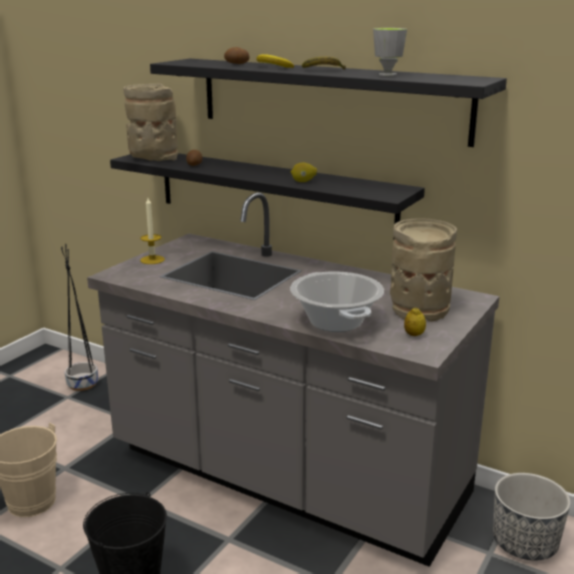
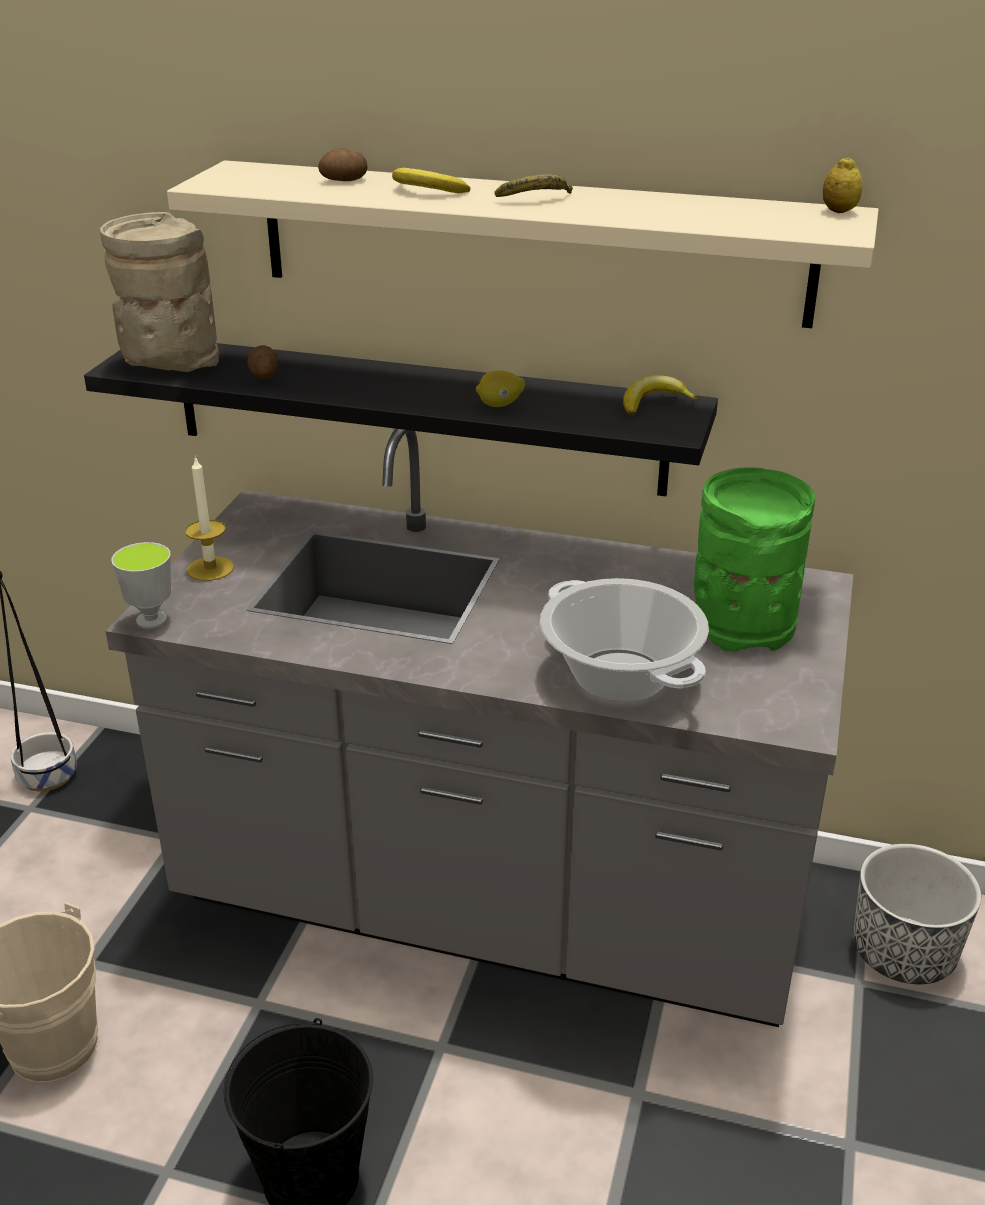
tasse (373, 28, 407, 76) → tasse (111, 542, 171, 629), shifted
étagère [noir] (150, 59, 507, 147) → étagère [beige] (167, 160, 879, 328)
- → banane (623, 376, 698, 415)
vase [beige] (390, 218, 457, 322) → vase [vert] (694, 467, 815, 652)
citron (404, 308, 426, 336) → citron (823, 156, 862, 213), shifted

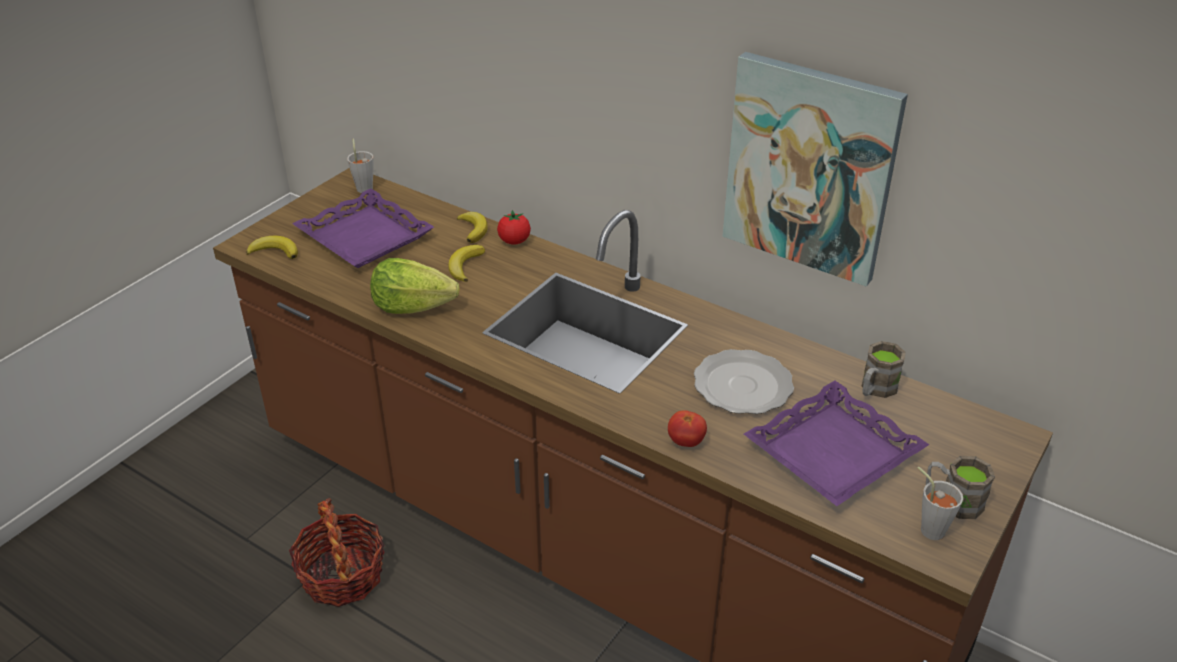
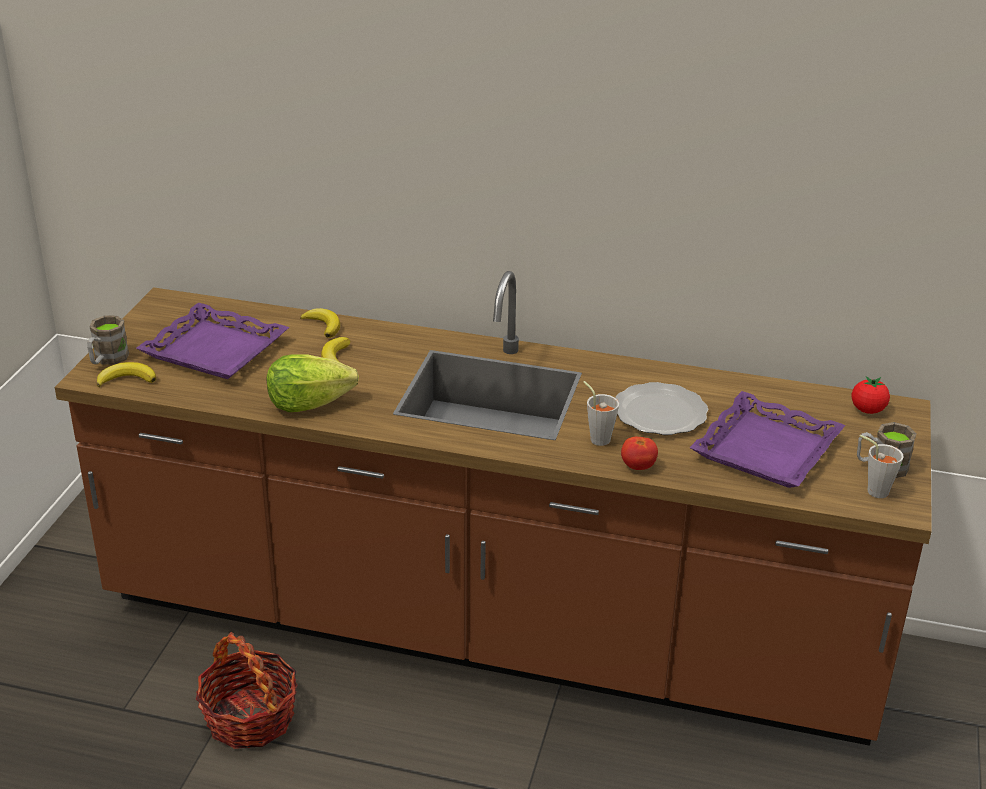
mug [marron] (861, 341, 906, 398) → mug [marron] (87, 316, 129, 365), shifted
tasse [gris] (347, 138, 374, 193) → tasse [gris] (583, 381, 619, 446), shifted
tomate (497, 210, 531, 245) → tomate (851, 376, 890, 414), shifted
tableau (723, 52, 908, 286) → -

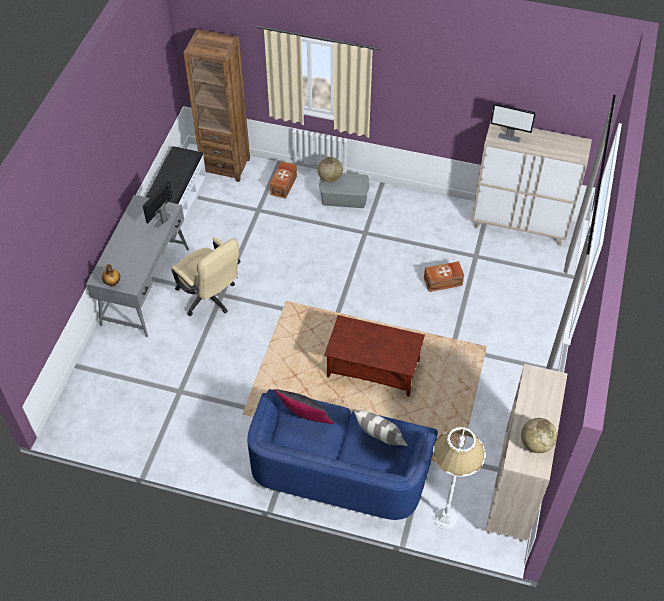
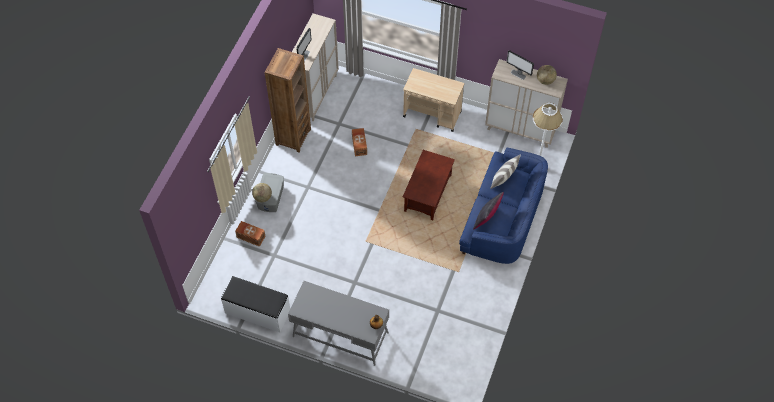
bibliothèque [marron] (184, 29, 250, 182) → bibliothèque [marron] (265, 48, 311, 152), shifted
- → chariot [beige] (403, 68, 465, 132)
écran d'ordinateur (143, 179, 172, 228) → écran d'ordinateur (507, 50, 534, 80), shifted
chaise de bureau [beige] (172, 237, 241, 316) → -

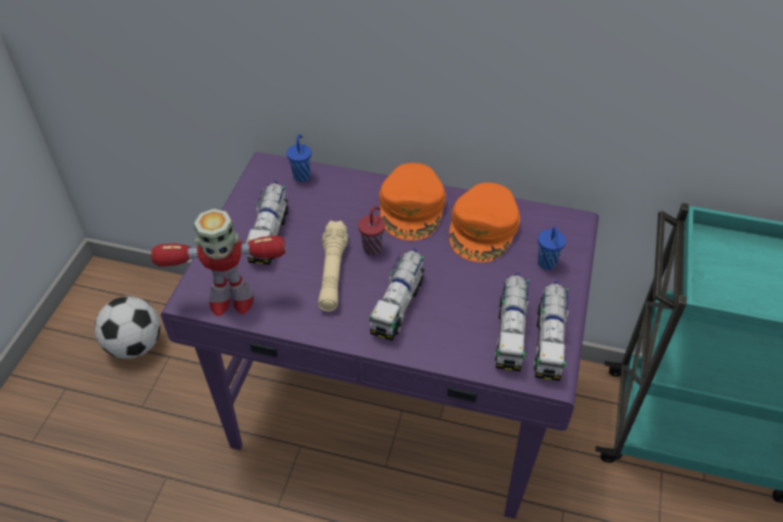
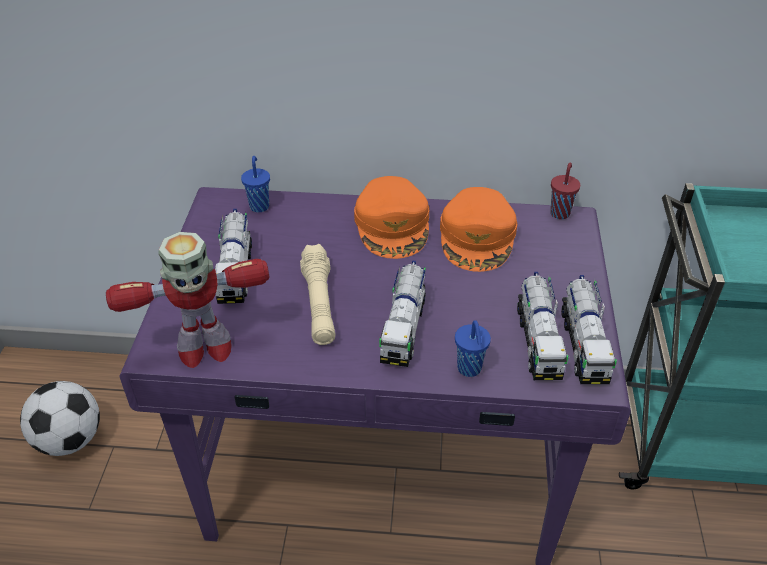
tasse [bleu] (537, 226, 566, 270) → tasse [bleu] (455, 320, 491, 377), shifted
tasse [rouge] (358, 206, 385, 255) → tasse [rouge] (550, 163, 580, 219), shifted

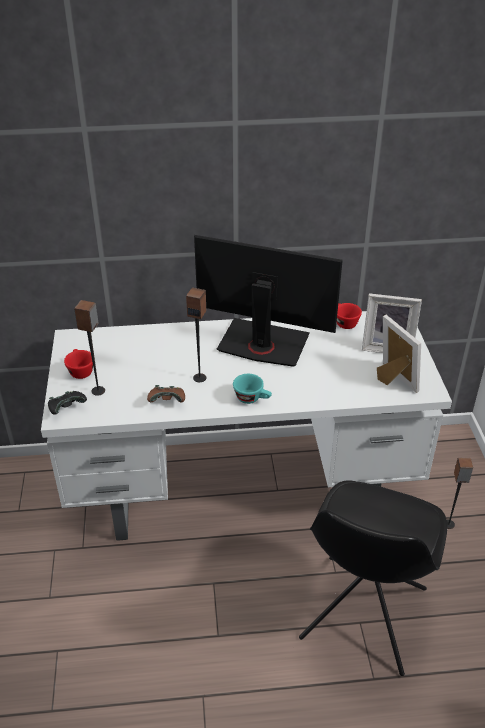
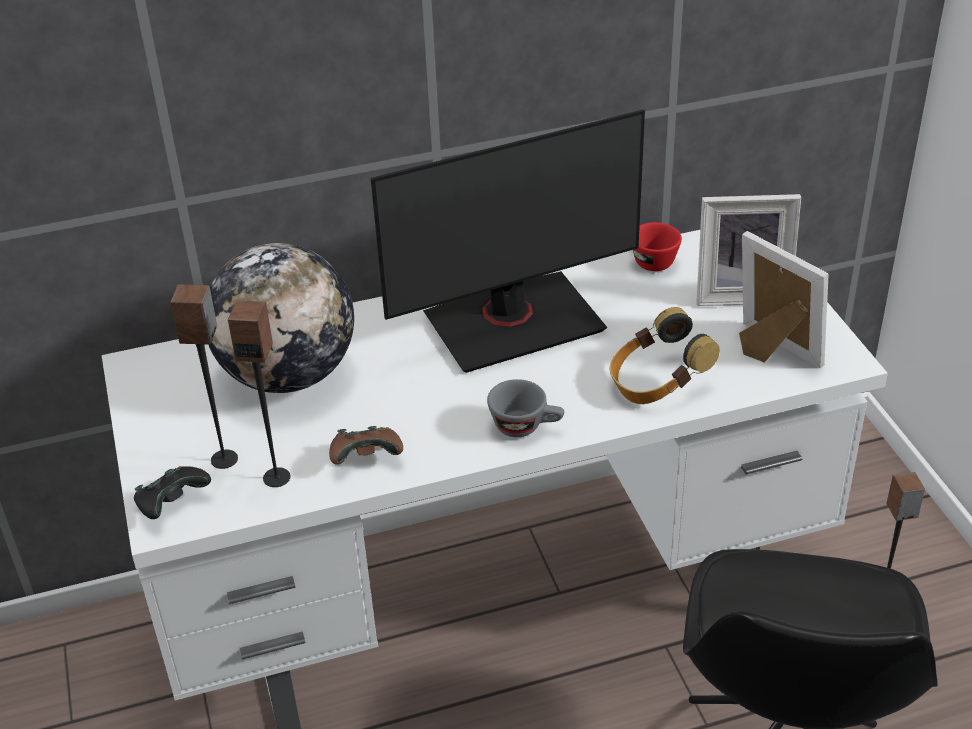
- → globe (208, 243, 354, 393)
enceinte (186, 287, 206, 382) → enceinte (228, 300, 291, 487), shifted
écran d'ordinateur (194, 235, 343, 367) → écran d'ordinateur (371, 109, 645, 373), 150 degrees clockwise
tasse [turquoise] (233, 374, 272, 404) → tasse [gris] (487, 379, 564, 437)
- → casque audio (610, 307, 720, 404)
tasse [rouge] (64, 349, 93, 379) → -

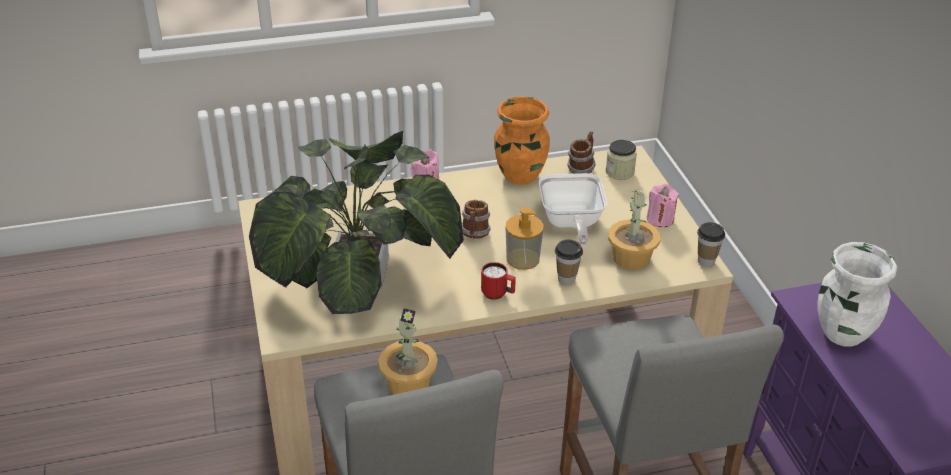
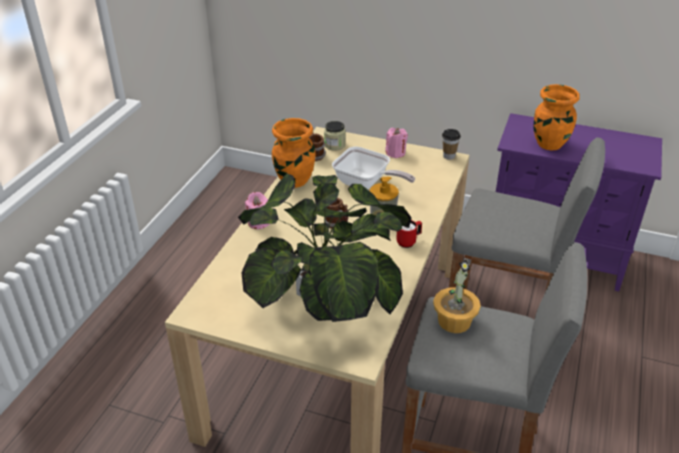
vase [blanc] (817, 242, 897, 347) → vase [orange] (534, 84, 580, 151)
tasse (555, 240, 583, 285) → -
plante en pot (608, 188, 661, 269) → -

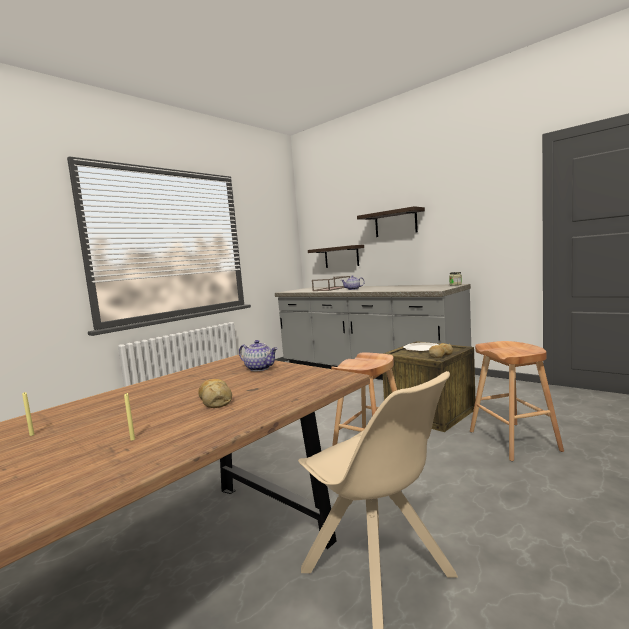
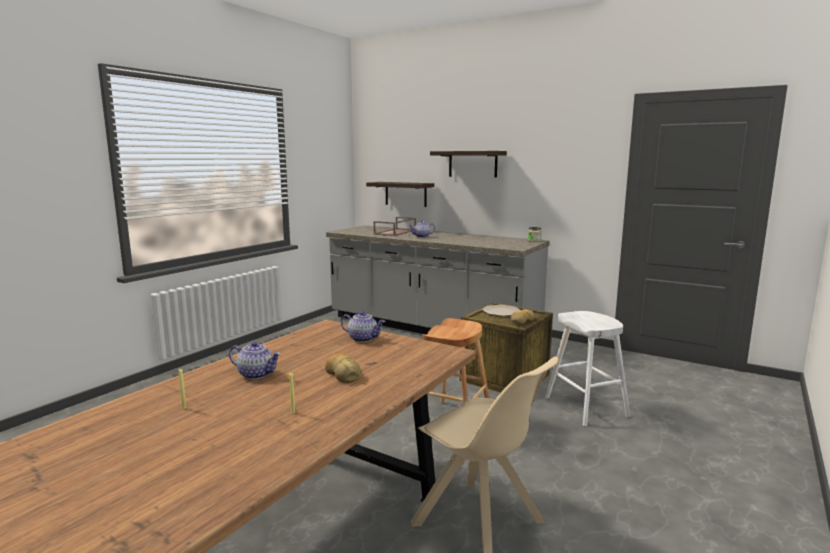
- → théière (229, 341, 281, 380)
tabouret [marron] (470, 341, 564, 461) → tabouret [blanc] (545, 311, 630, 426)

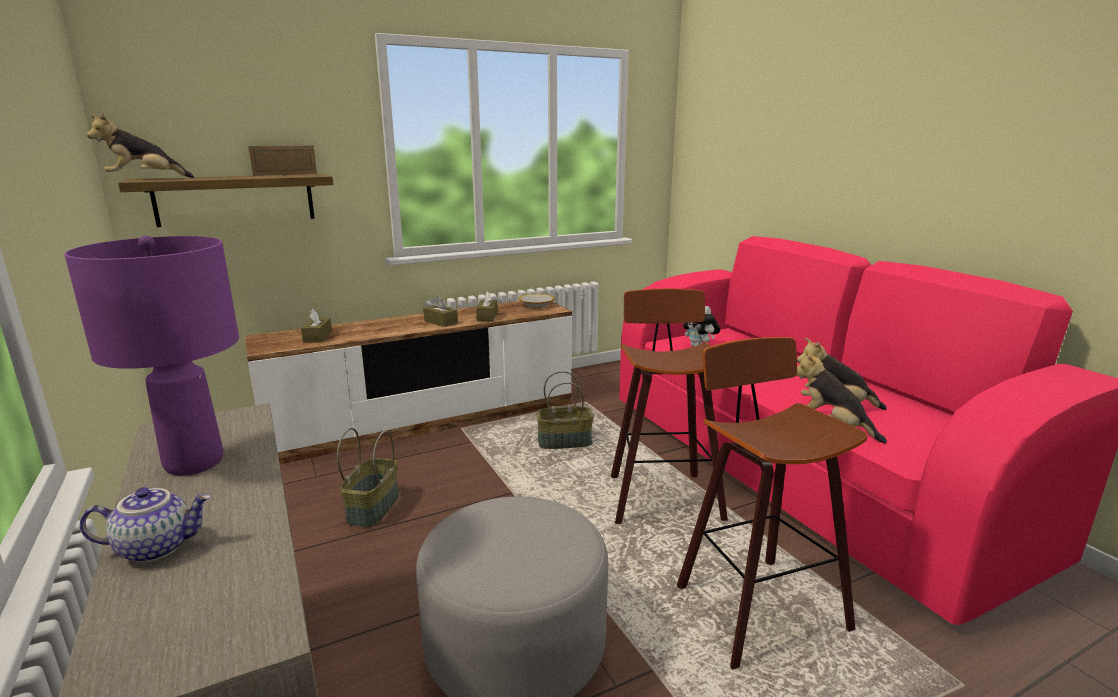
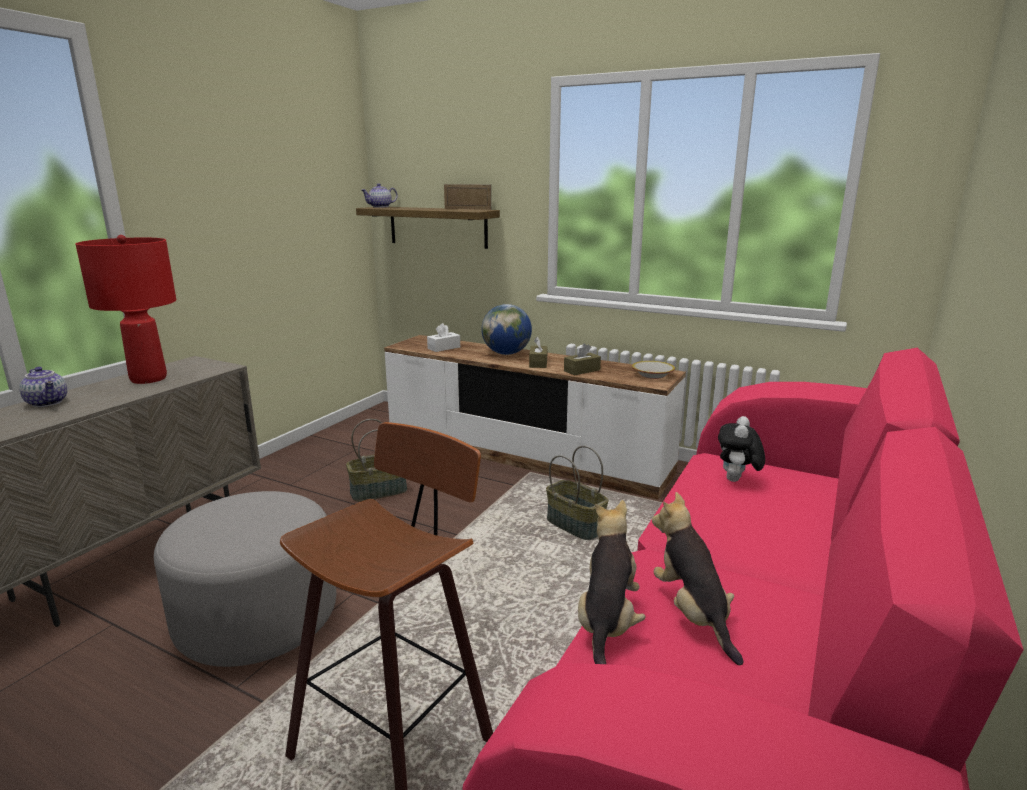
lampe de table [violet] (64, 236, 239, 476) → lampe de table [rouge] (76, 235, 176, 384)
peluche (87, 113, 194, 178) → théière (361, 183, 398, 208)
boîte à mouchoirs [marron] (301, 309, 332, 343) → boîte à mouchoirs [blanc] (427, 323, 460, 352)
- → globe (481, 304, 532, 355)
tabouret (611, 289, 728, 524) → -

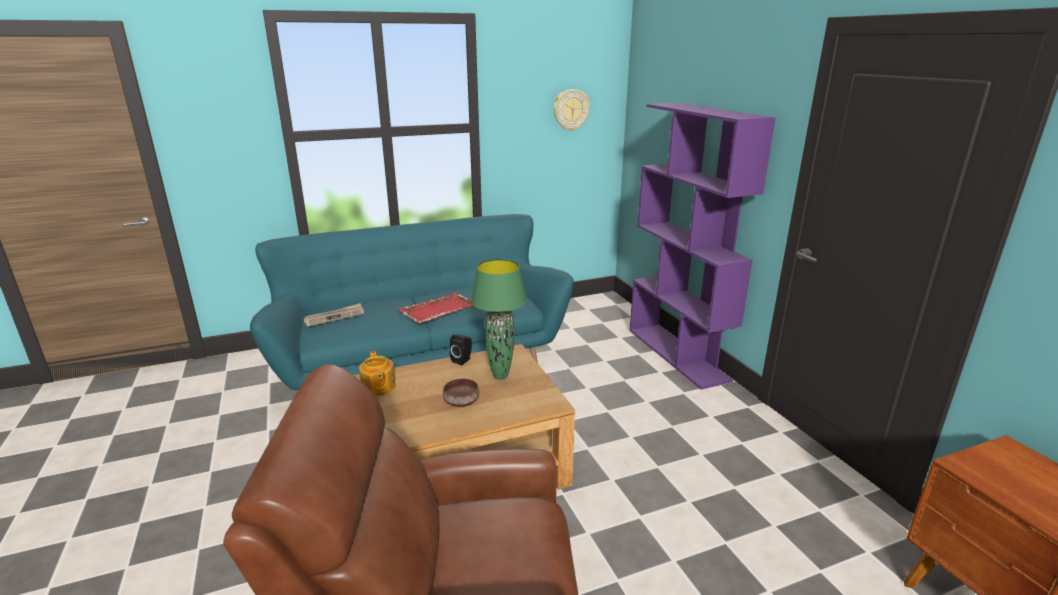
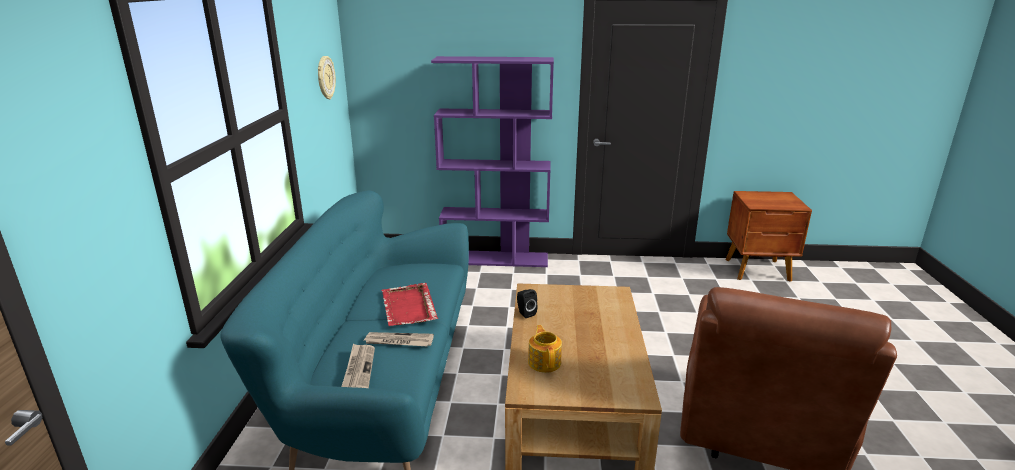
- → journal (364, 332, 434, 346)
théière (359, 351, 396, 396) → théière (528, 325, 562, 373), 105 degrees counterclockwise
bol [marron] (443, 379, 479, 407) → -
lampe de table [vert] (471, 259, 527, 380) → -

